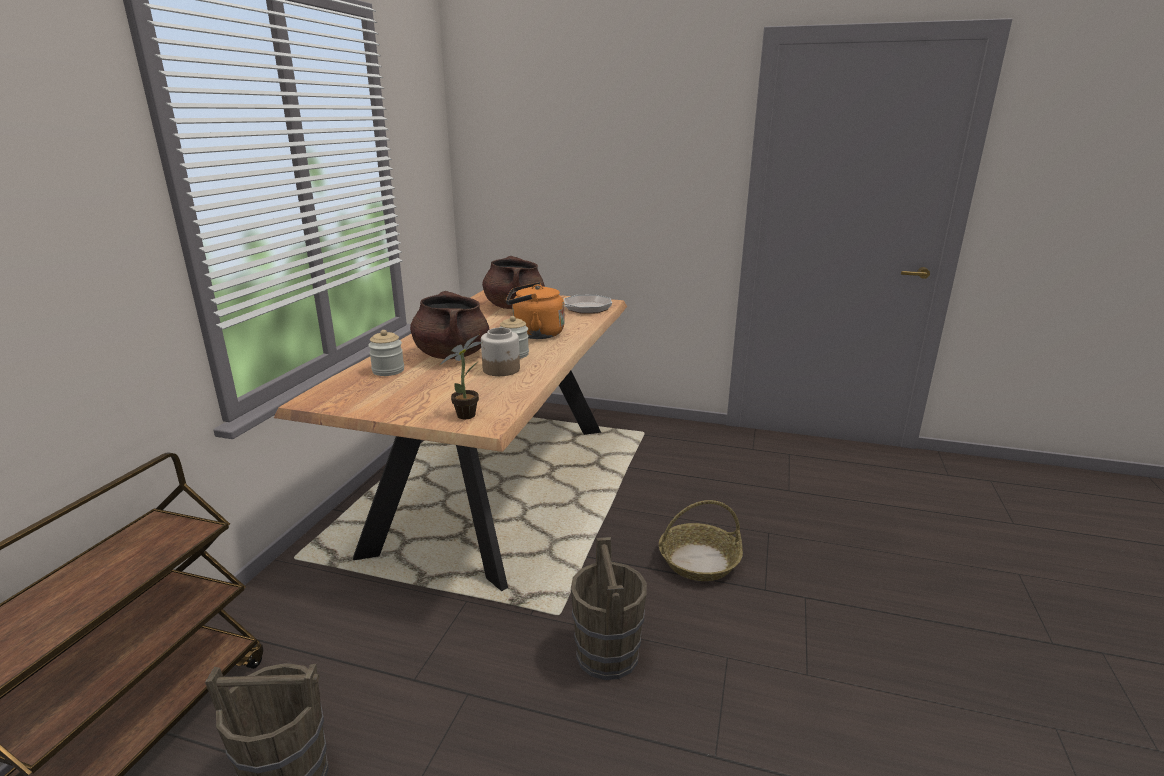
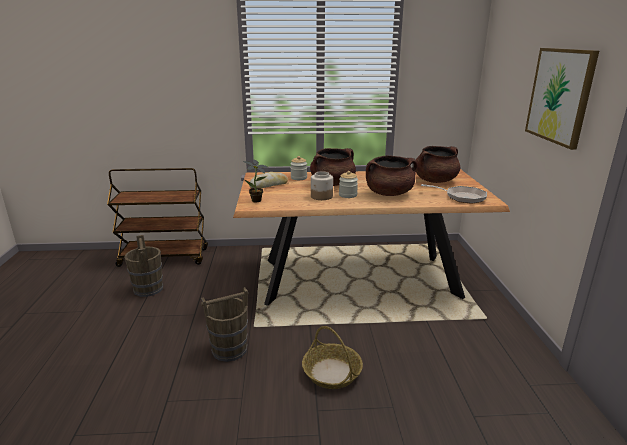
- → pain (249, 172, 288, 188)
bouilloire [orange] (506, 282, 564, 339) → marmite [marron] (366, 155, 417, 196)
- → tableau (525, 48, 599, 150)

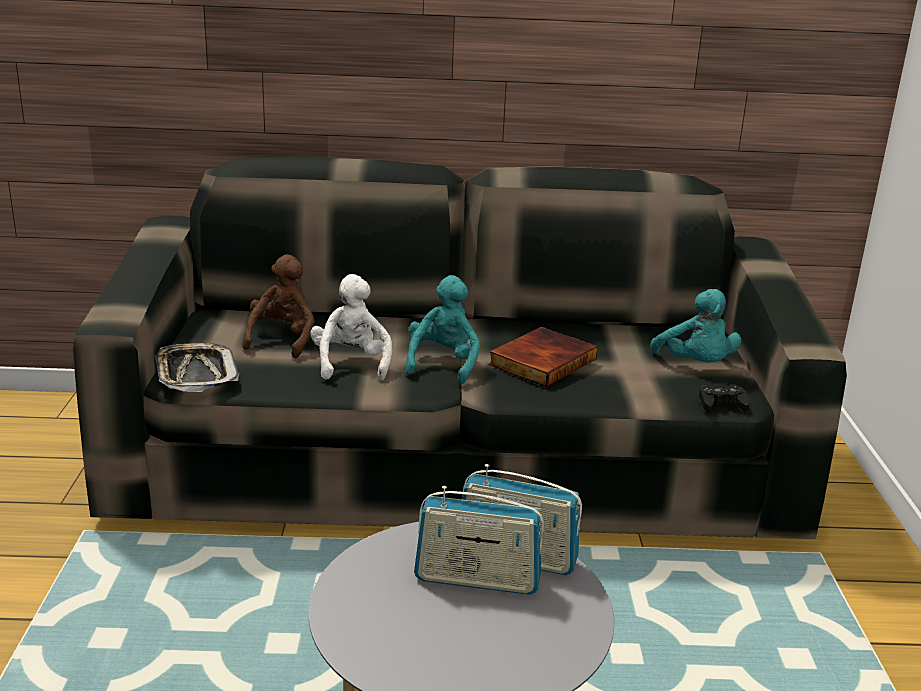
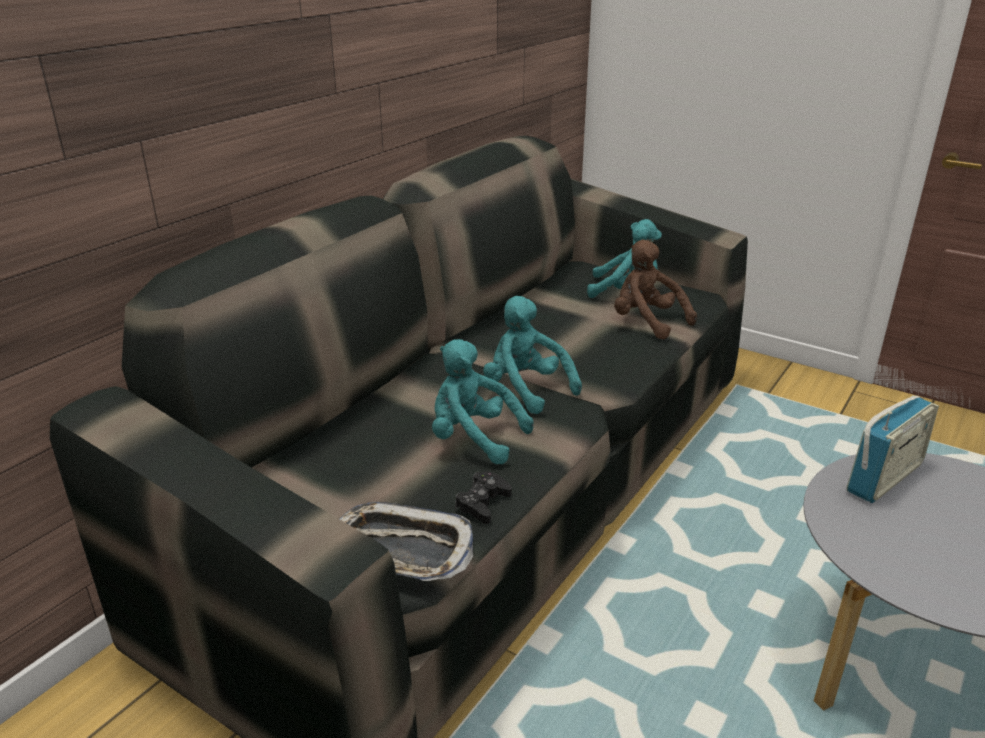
peluche [blanc] (310, 274, 392, 381) → peluche [turquoise] (432, 339, 533, 464)
manette [noir] (699, 385, 750, 412) → manette [noir] (455, 471, 512, 524), shifted
peluche [marron] (242, 254, 315, 358) → peluche [marron] (614, 240, 697, 340), shifted
radio (414, 486, 544, 595) → -
livre (489, 327, 598, 387) → -

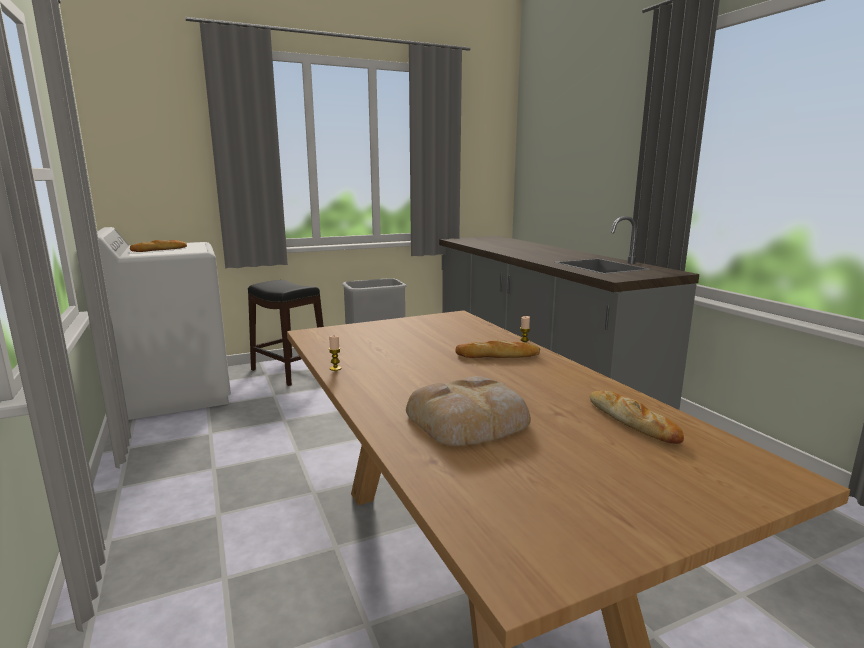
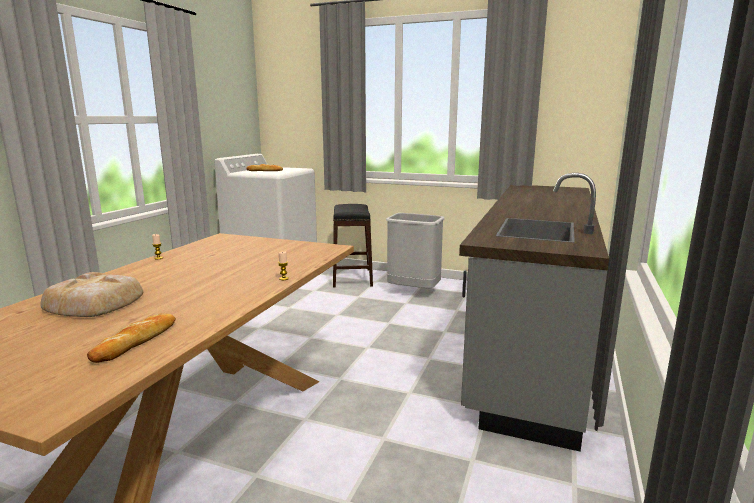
pain (455, 340, 540, 358) → -

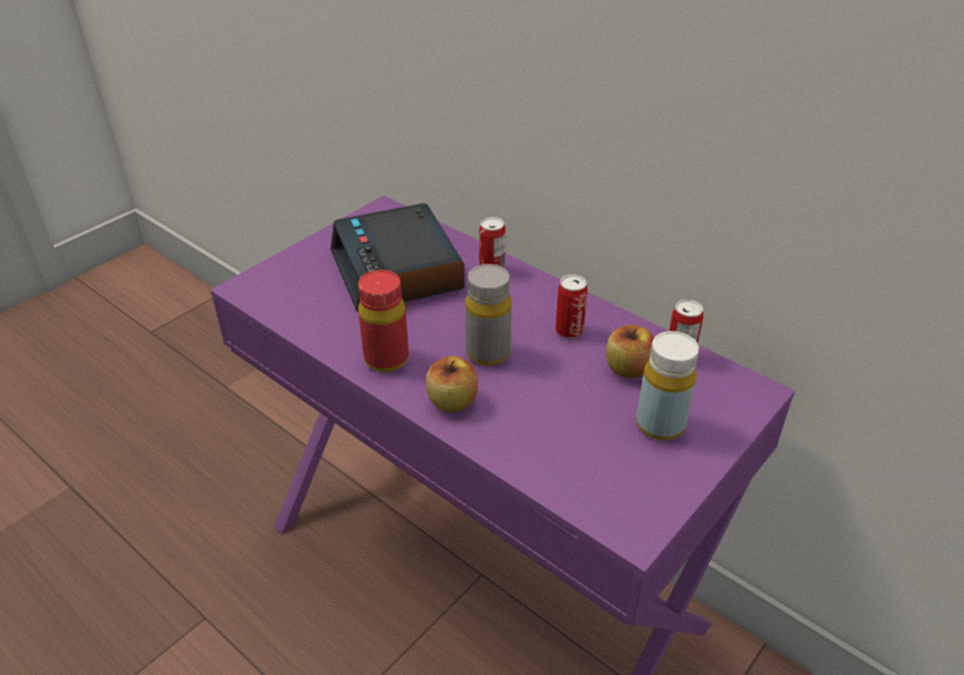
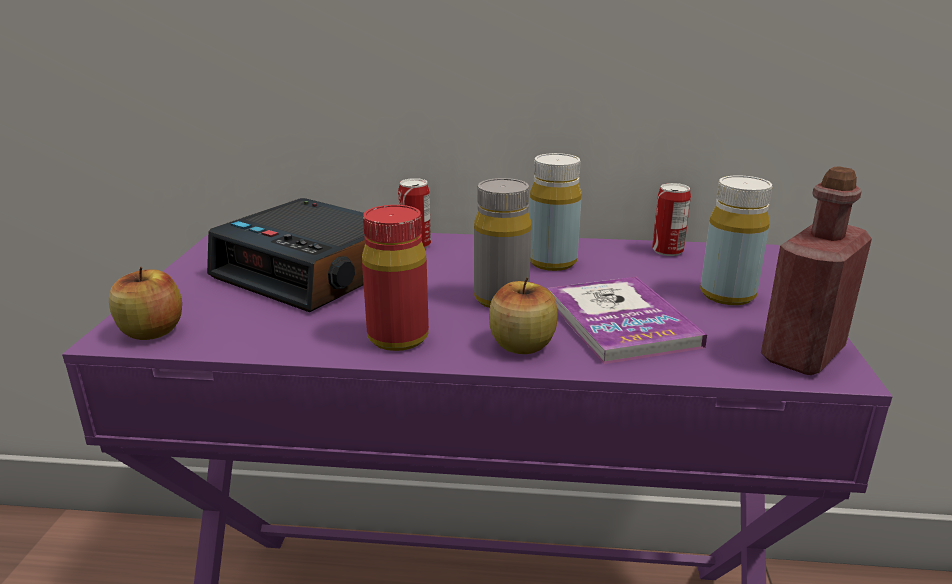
pomme (606, 325, 654, 378) → pomme (109, 267, 182, 340), shifted
boîte métallique (555, 275, 588, 338) → bouteille [jaune] (529, 153, 582, 271)
- → livre (548, 277, 707, 364)
- → bouteille [rouge] (761, 166, 872, 375)

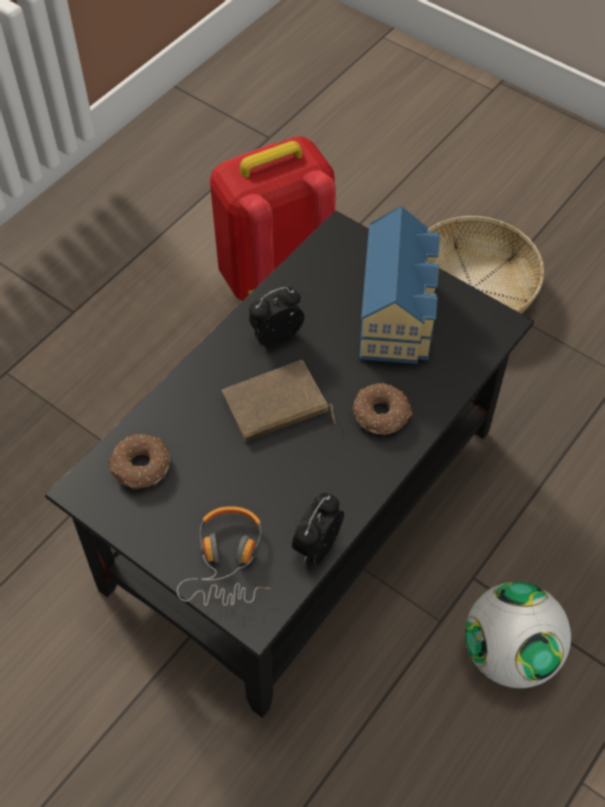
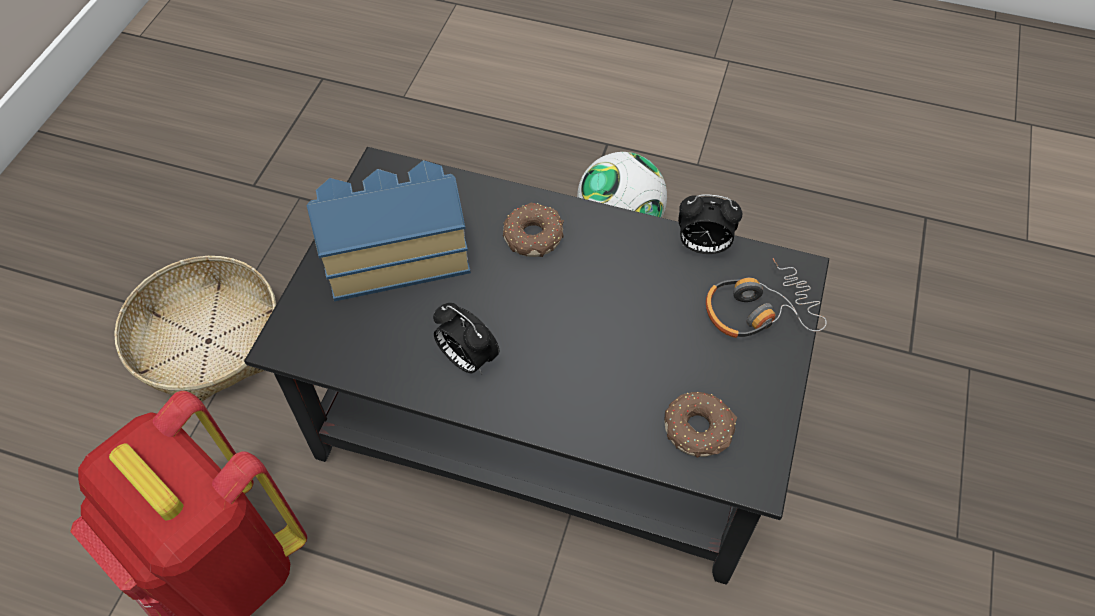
livre [marron] (222, 360, 336, 441) → -

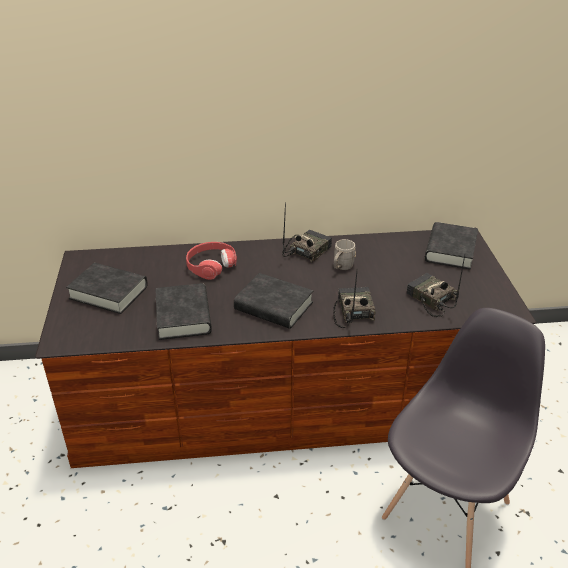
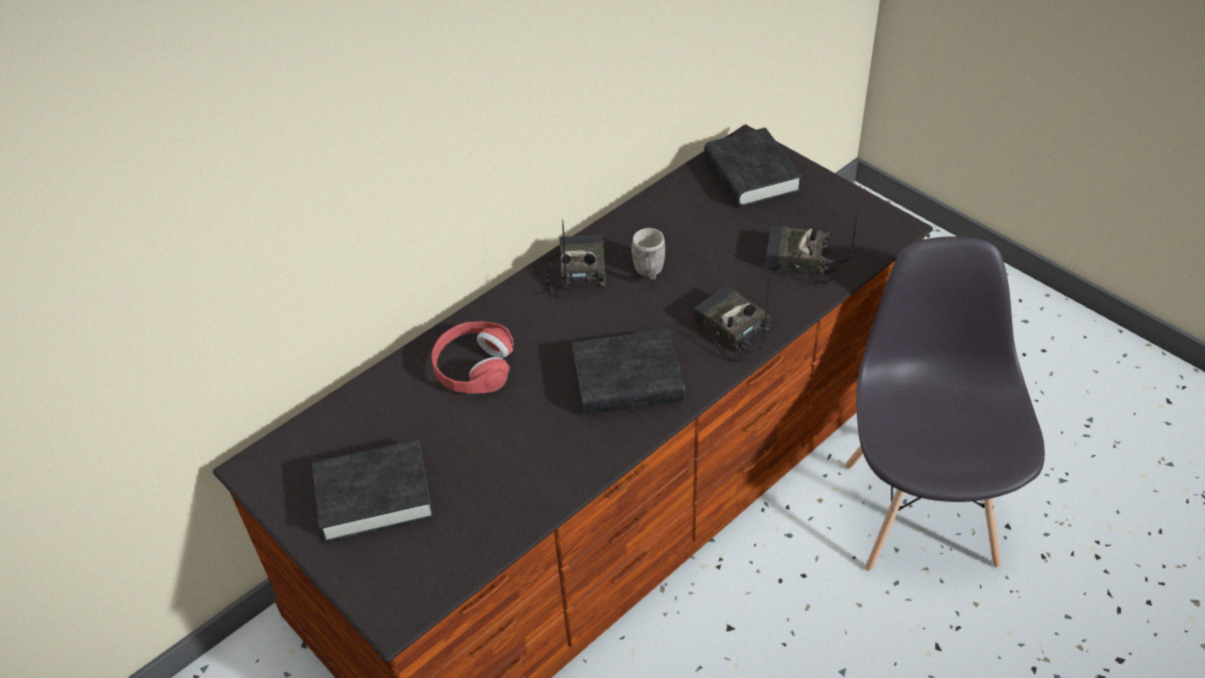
livre [noir] (155, 283, 212, 340) → -

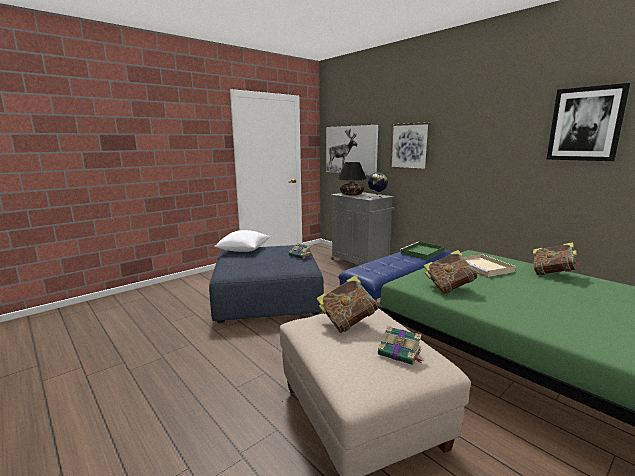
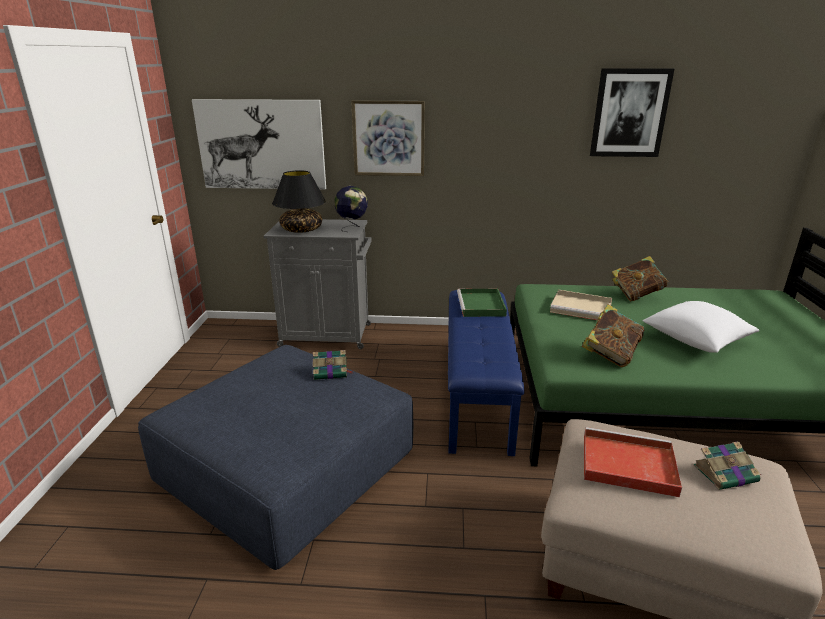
livre (316, 276, 379, 333) → plateau [rouge] (584, 427, 682, 497)
coussin [blanc] (214, 230, 270, 252) → coussin [blanc] (642, 301, 759, 353), shifted

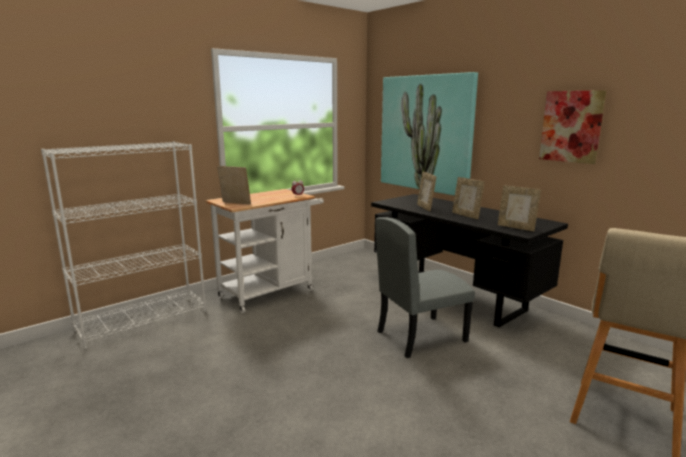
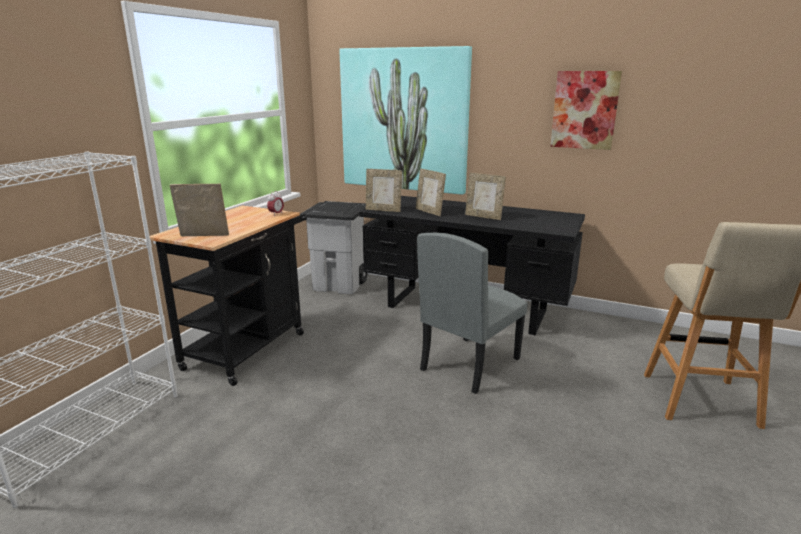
chariot [blanc] (205, 189, 324, 313) → chariot [noir] (150, 206, 307, 386)
- → poubelle [gris] (301, 201, 367, 294)
cadre photo (498, 185, 541, 231) → cadre photo (366, 169, 402, 212), shifted

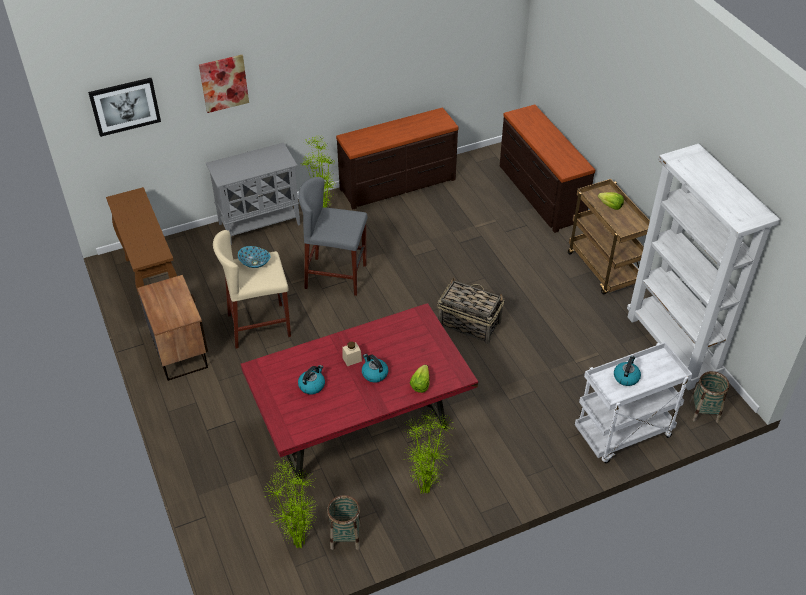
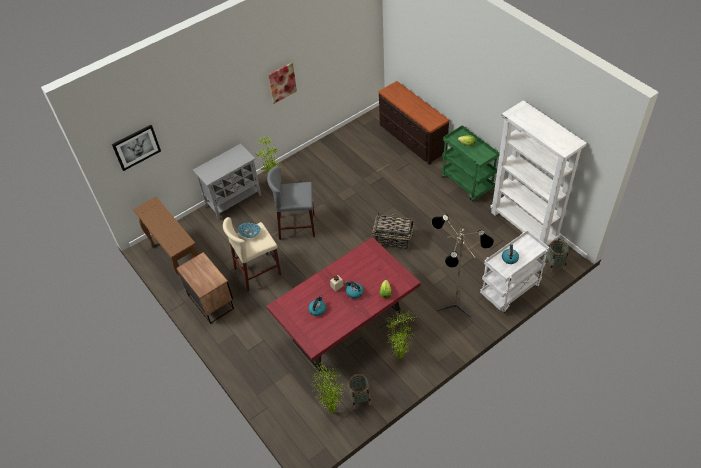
tableau (199, 55, 249, 113) → tableau (268, 62, 297, 103), shifted
- → lampadaire (432, 214, 494, 317)
chariot [marron] (568, 179, 650, 295) → chariot [vert] (441, 125, 500, 201)
commode [marron] (336, 107, 459, 209) → -

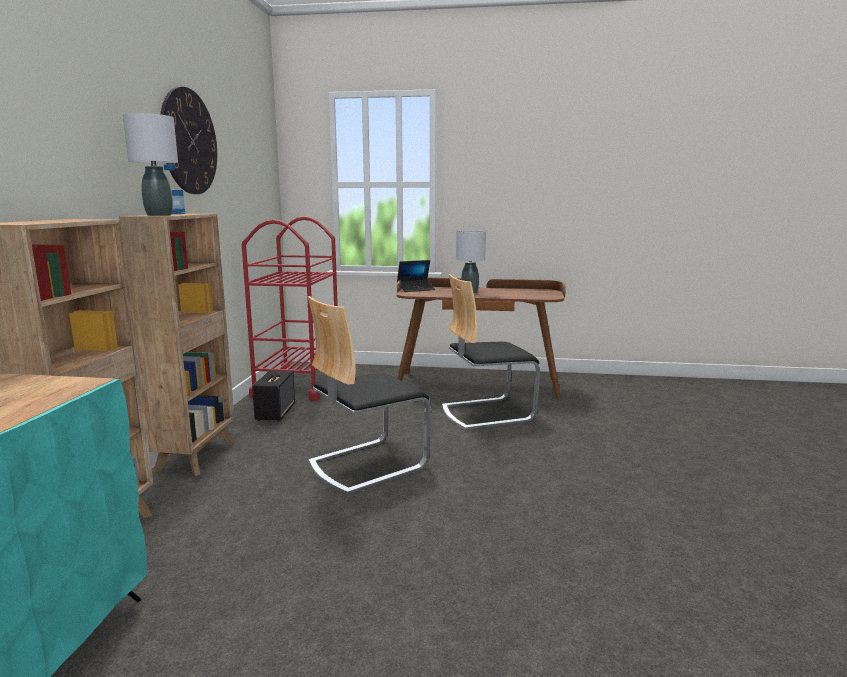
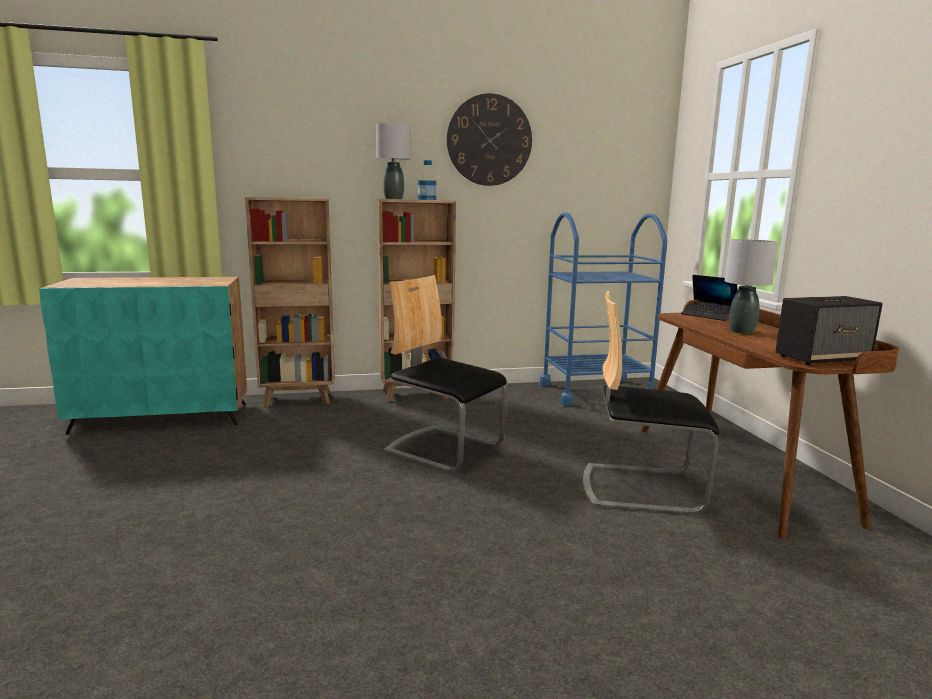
chariot [rouge] (242, 216, 338, 401) → chariot [bleu] (540, 212, 667, 406)
chaise (442, 274, 540, 430) → chaise (583, 291, 719, 515), 45 degrees counterclockwise
enceinte (252, 371, 295, 421) → enceinte (775, 296, 882, 365), shifted

